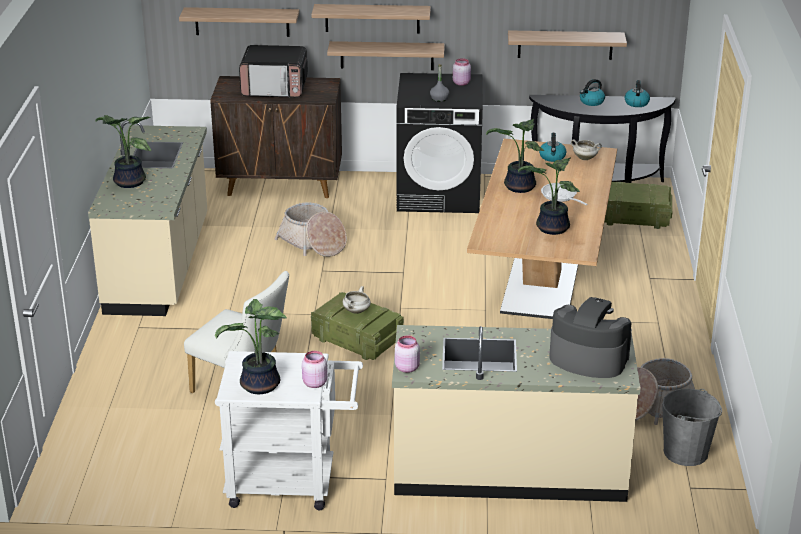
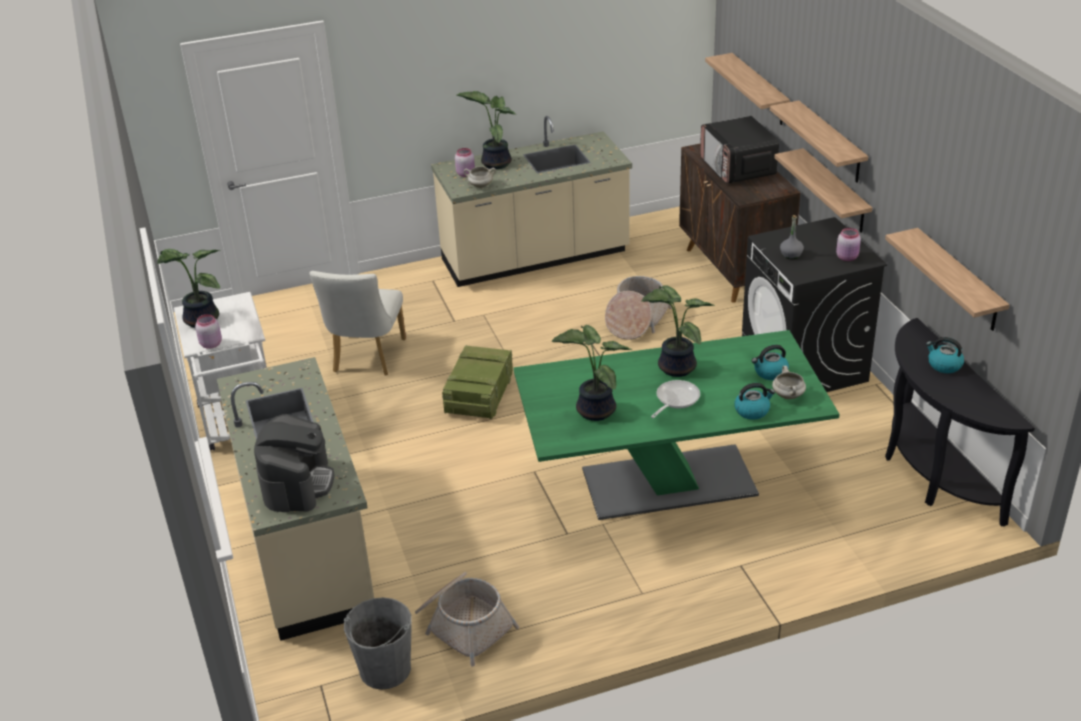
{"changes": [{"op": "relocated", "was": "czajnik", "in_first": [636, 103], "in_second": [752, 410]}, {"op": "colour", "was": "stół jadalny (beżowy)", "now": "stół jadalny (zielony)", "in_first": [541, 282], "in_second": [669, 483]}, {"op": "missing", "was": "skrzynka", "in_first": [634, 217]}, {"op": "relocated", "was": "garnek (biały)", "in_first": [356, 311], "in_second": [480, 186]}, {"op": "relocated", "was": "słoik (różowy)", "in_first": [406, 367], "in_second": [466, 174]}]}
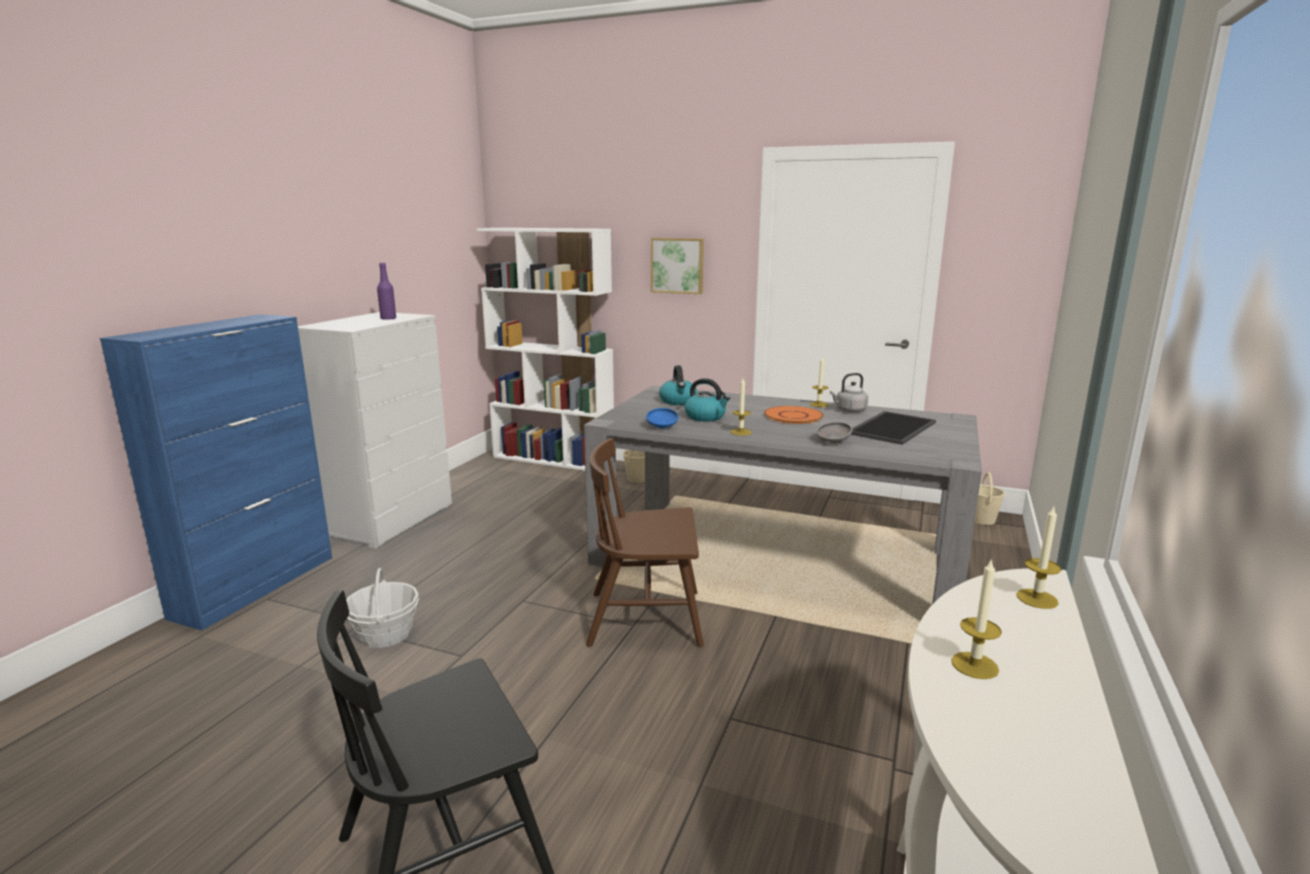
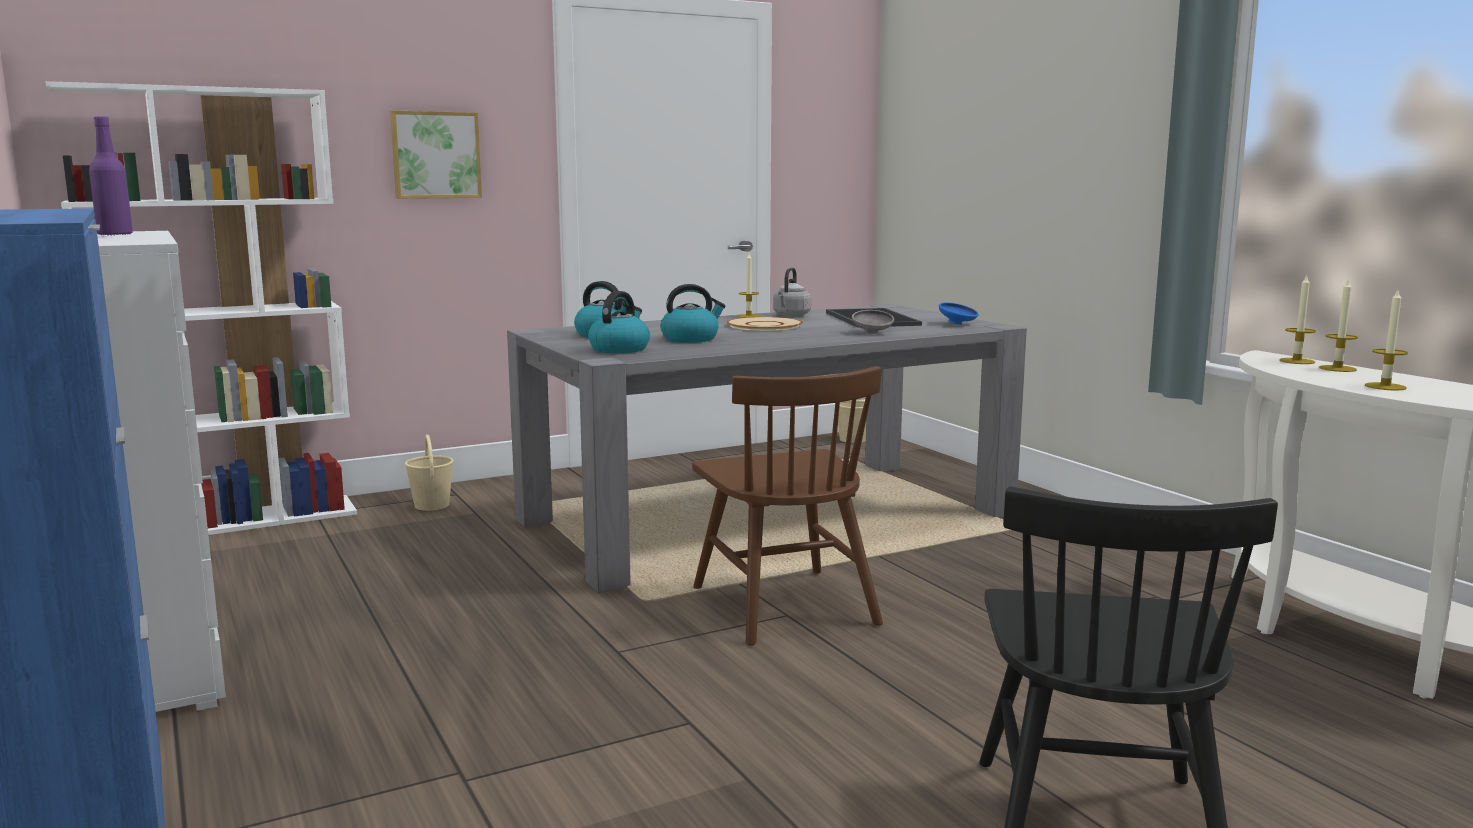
{"changes": [{"op": "relocated", "was": "świeca", "in_first": [741, 432], "in_second": [1337, 368]}, {"op": "colour", "was": "talerz (pomarańczowy)", "now": "talerz (beżowy)", "in_first": [793, 416], "in_second": [764, 325]}, {"op": "relocated", "was": "miska (niebieski)", "in_first": [662, 427], "in_second": [958, 324]}, {"op": "spun", "was": "krzesło (brązowy)", "in_first": [646, 618], "in_second": [784, 605], "clockwise": -60}, {"op": "missing", "was": "koszyk", "in_first": [385, 634]}, {"op": "appeared", "now": "czajnik", "in_second": [620, 349]}]}
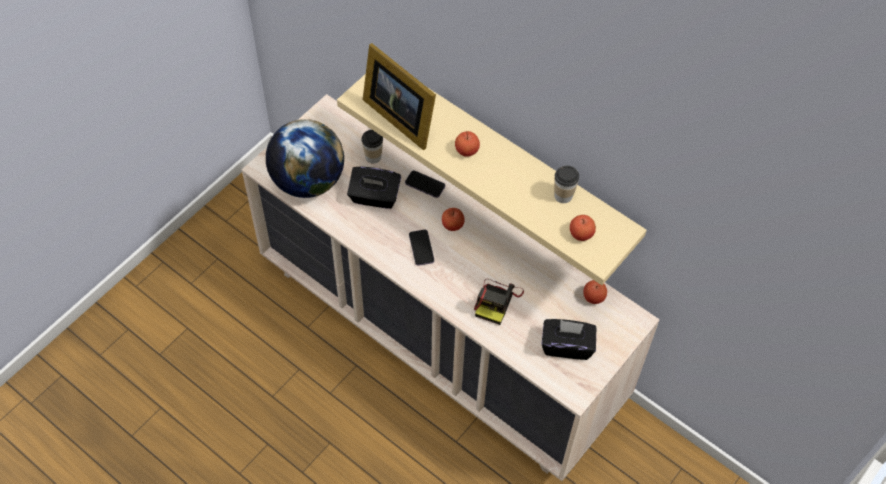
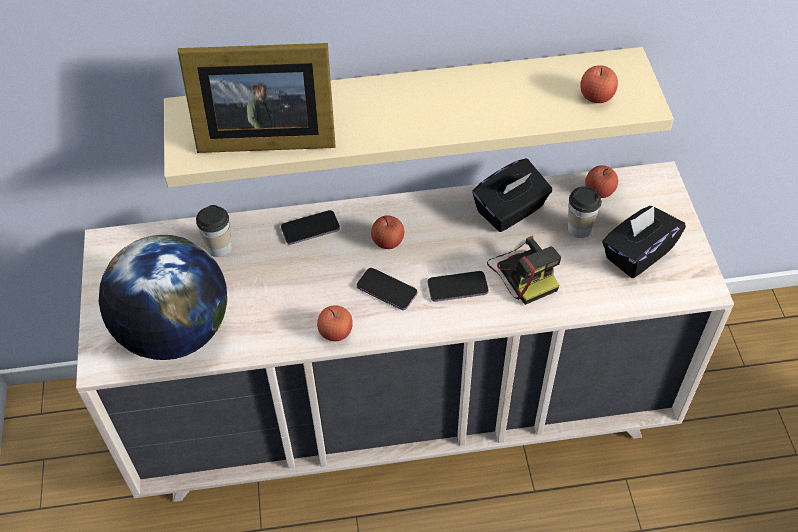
{"changes": [{"op": "relocated", "was": "jabłko", "in_first": [466, 150], "in_second": [336, 332]}, {"op": "relocated", "was": "filiżanka", "in_first": [563, 195], "in_second": [579, 228]}, {"op": "relocated", "was": "pudełko chusteczek (czarny)", "in_first": [374, 197], "in_second": [510, 211]}, {"op": "appeared", "now": "telefon", "in_second": [457, 287]}]}
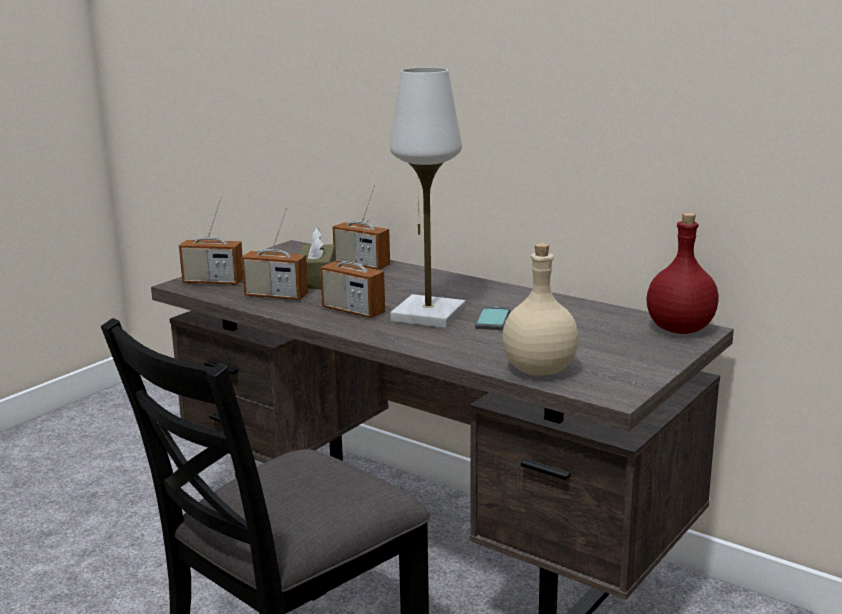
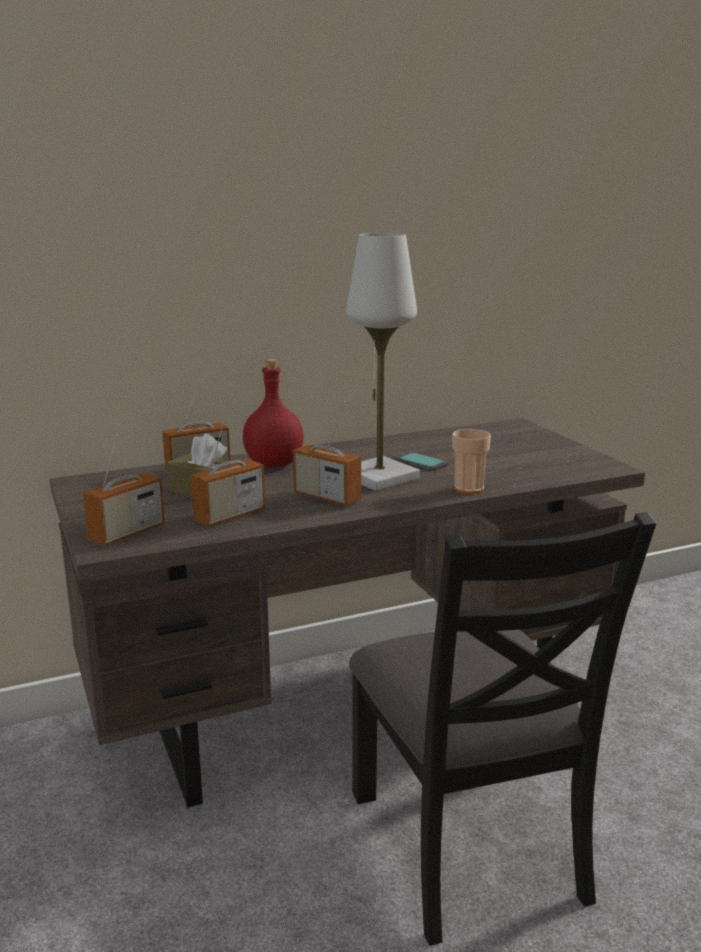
{"changes": [{"op": "relocated", "was": "butelka (czerwony)", "in_first": [680, 329], "in_second": [275, 464]}, {"op": "spun", "was": "radio", "in_first": [353, 311], "in_second": [327, 497], "clockwise": 60}, {"op": "missing", "was": "butelka (beżowy)", "in_first": [538, 370]}, {"op": "appeared", "now": "filiżanka", "in_second": [468, 488]}]}
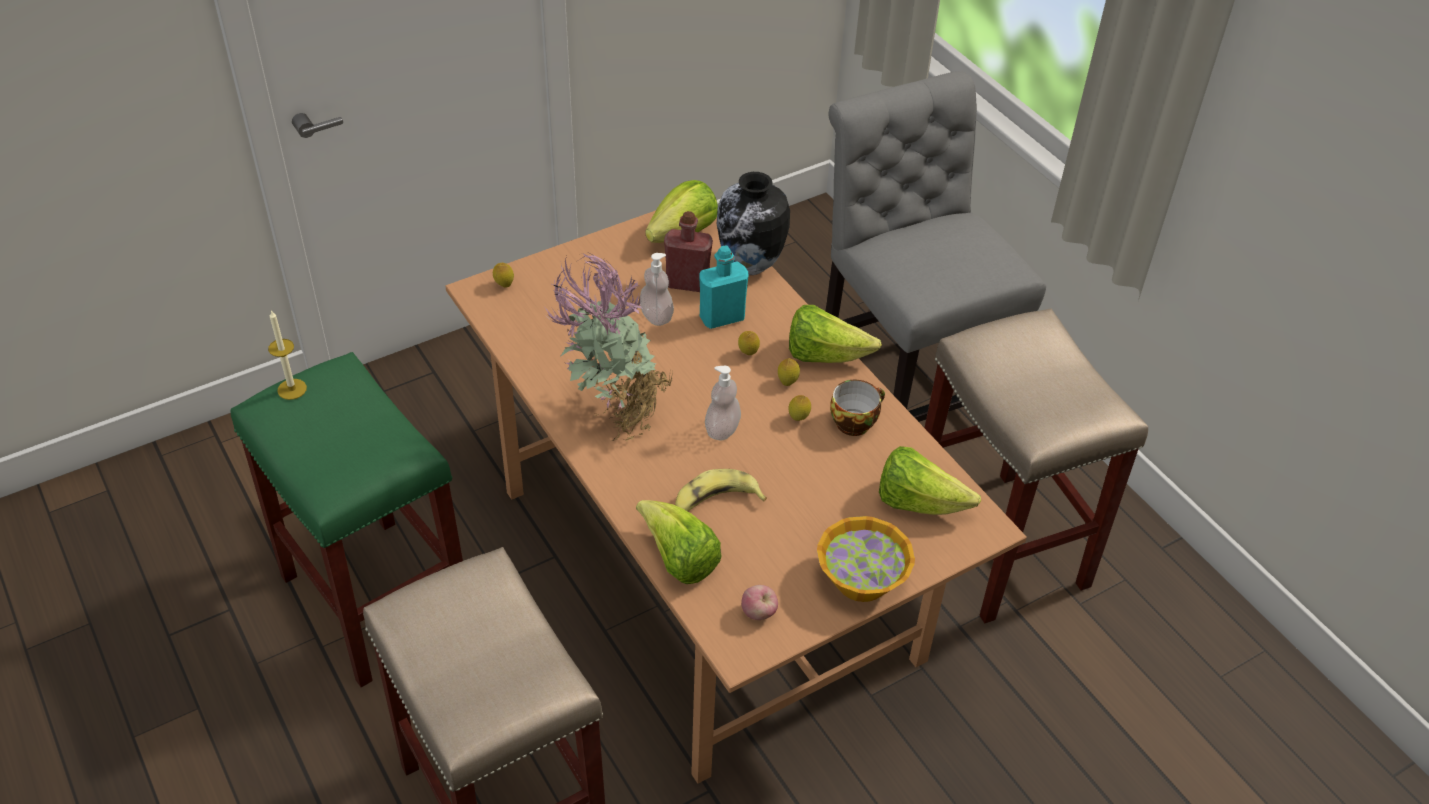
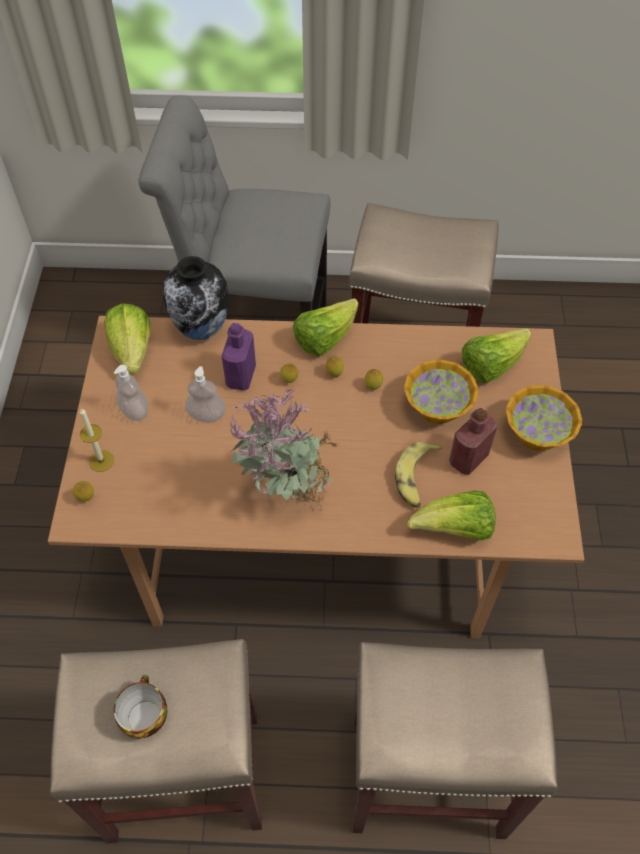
{"changes": [{"op": "relocated", "was": "butelka (czerwony)", "in_first": [687, 283], "in_second": [468, 458]}, {"op": "colour", "was": "butelka (turkusowy)", "now": "butelka (fioletowy)", "in_first": [722, 318], "in_second": [241, 376]}, {"op": "relocated", "was": "świeca", "in_first": [292, 389], "in_second": [101, 461]}, {"op": "colour", "was": "stołek (zielony)", "now": "stołek (beżowy)", "in_first": [374, 598], "in_second": [183, 777]}, {"op": "relocated", "was": "dozownik mydła", "in_first": [722, 429], "in_second": [134, 410]}, {"op": "relocated", "was": "filiżanka", "in_first": [854, 421], "in_second": [144, 715]}, {"op": "missing", "was": "jabłko", "in_first": [758, 613]}, {"op": "appeared", "now": "miska", "in_second": [437, 407]}]}
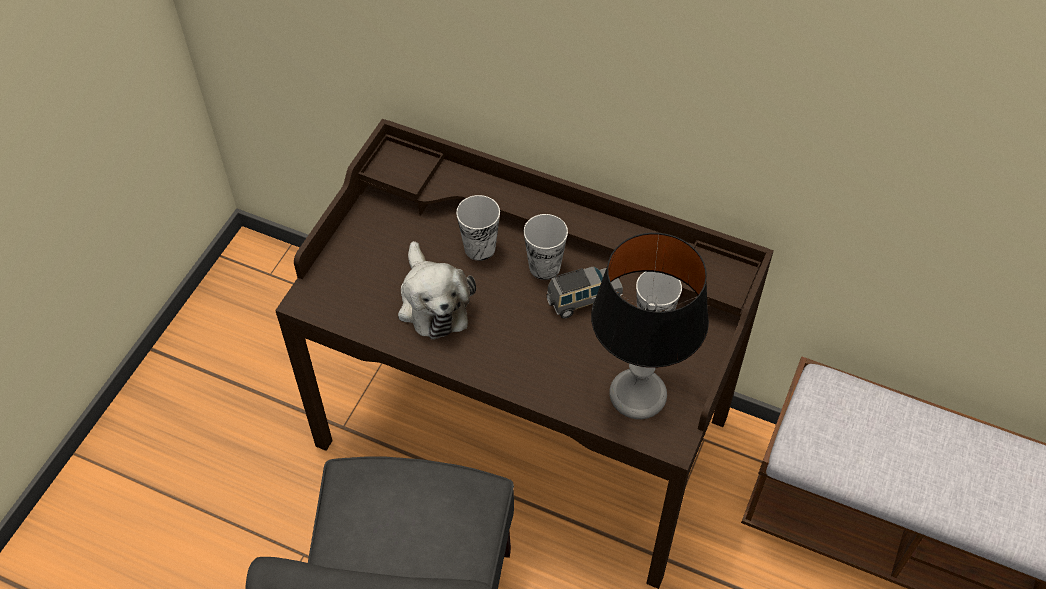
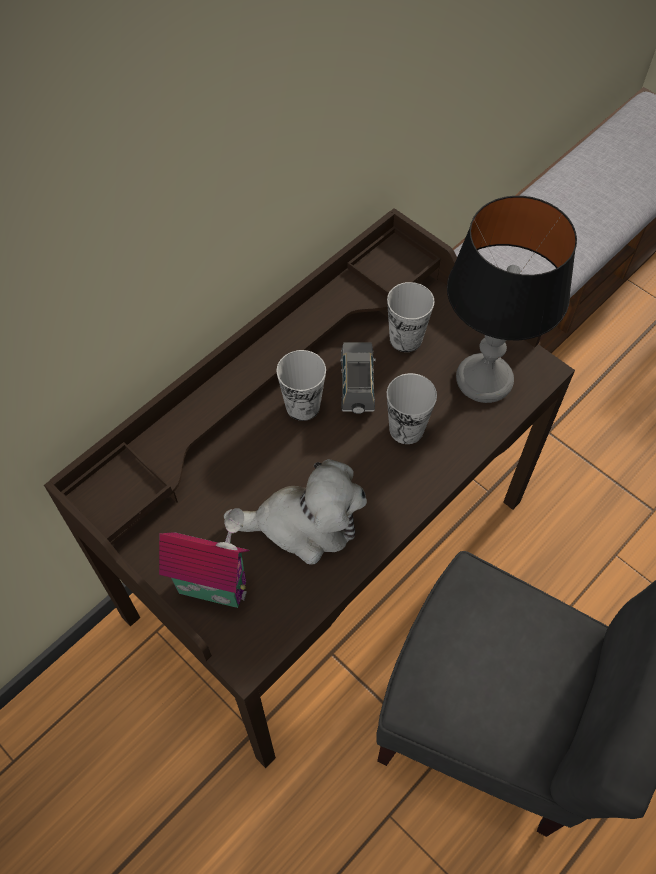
{"changes": [{"op": "relocated", "was": "filiżanka", "in_first": [479, 248], "in_second": [406, 429]}, {"op": "appeared", "now": "domek", "in_second": [214, 584]}]}
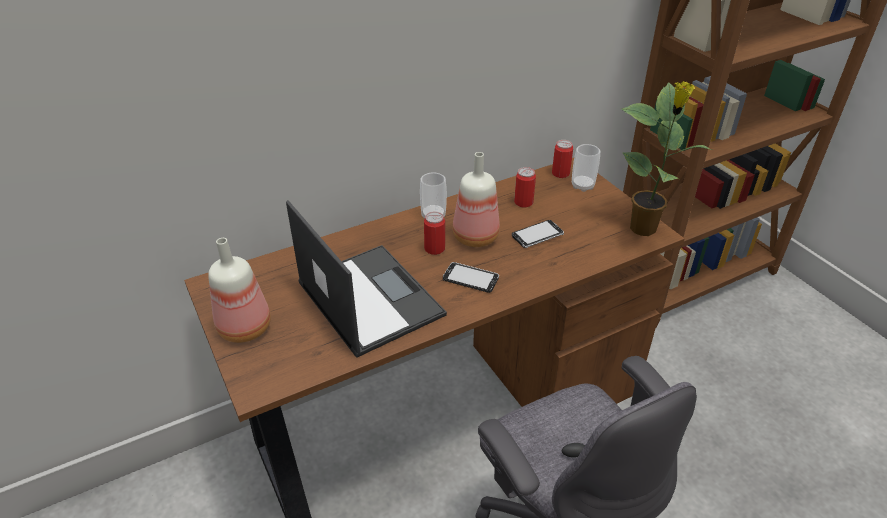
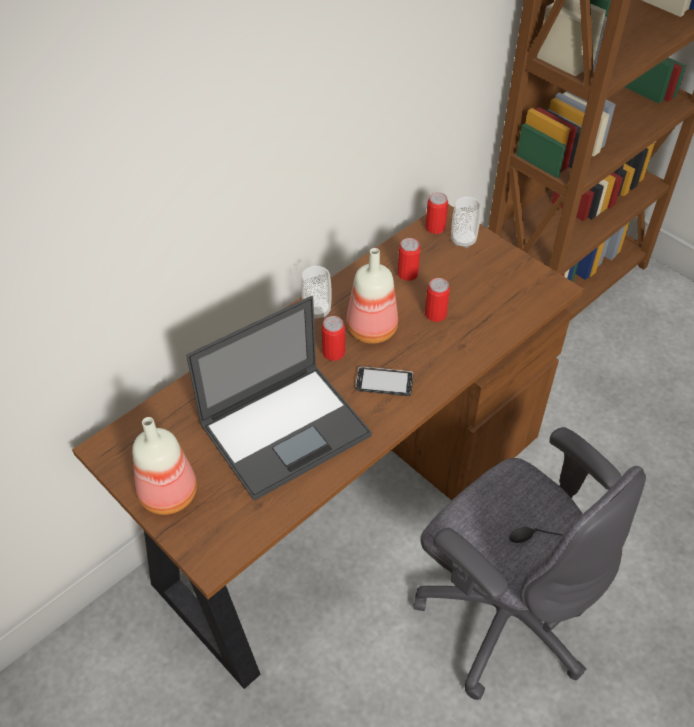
{"changes": [{"op": "missing", "was": "roślina doniczkowa", "in_first": [644, 229]}, {"op": "spun", "was": "laptop", "in_first": [369, 298], "in_second": [286, 428], "clockwise": 105}, {"op": "exchanged", "was": "telefon", "now": "puszka", "in_first": [537, 235], "in_second": [435, 314]}]}
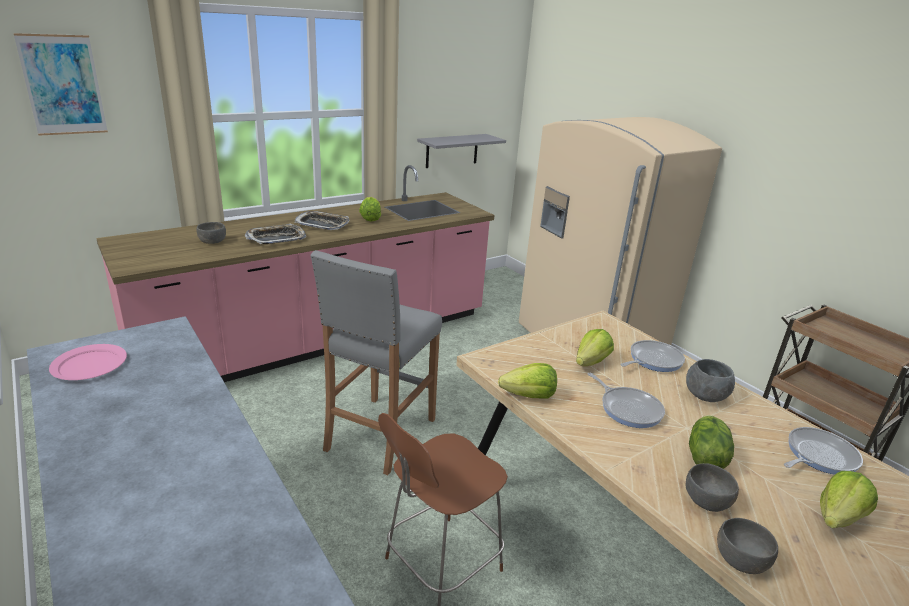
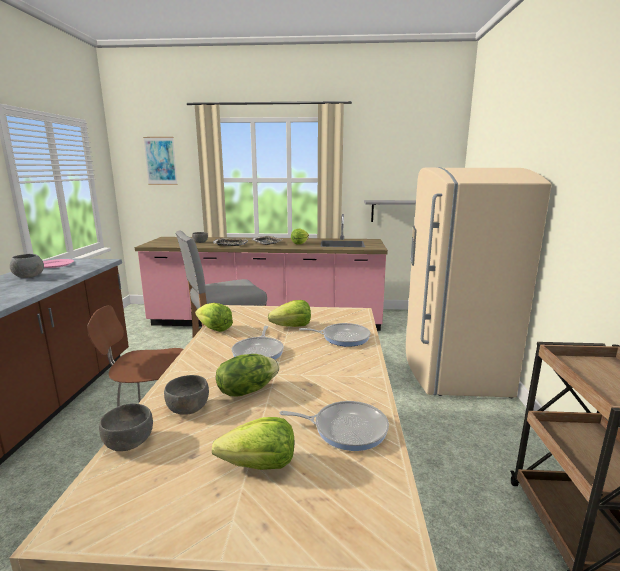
{"changes": [{"op": "relocated", "was": "miska (szary)", "in_first": [705, 396], "in_second": [29, 277]}]}
